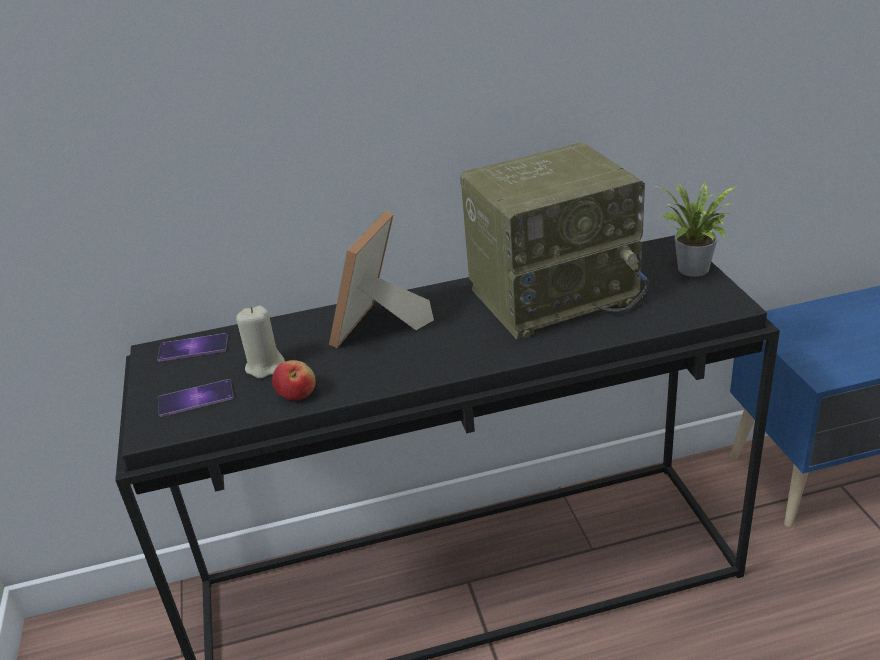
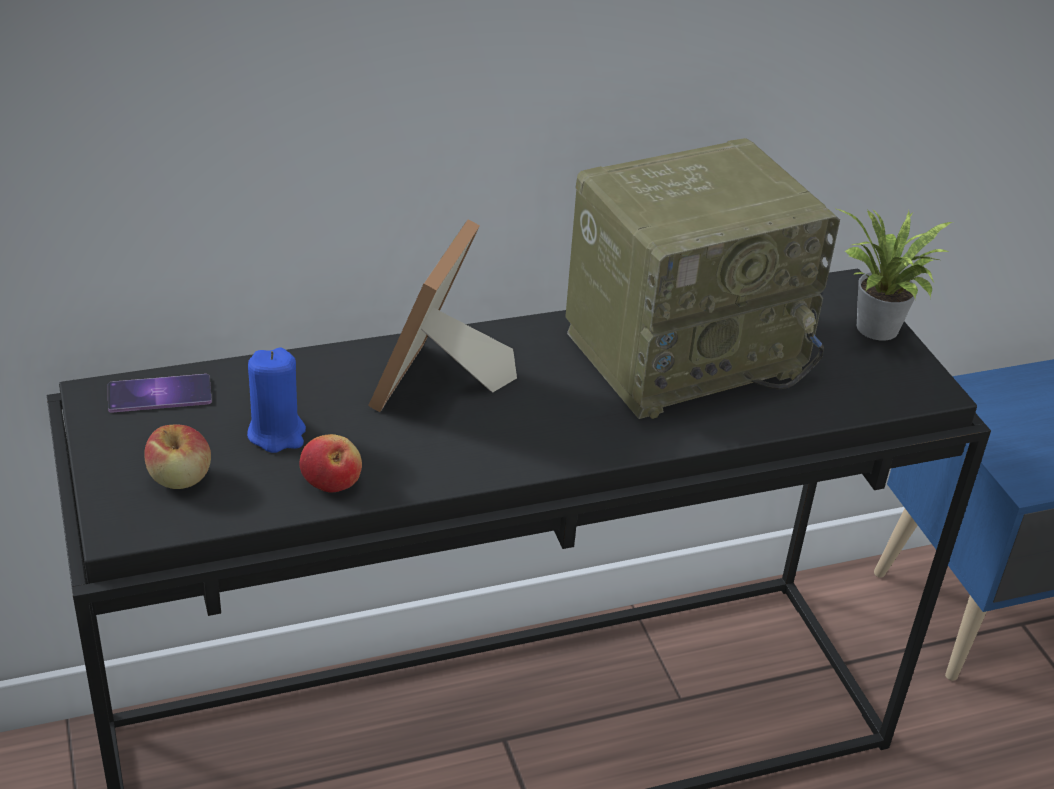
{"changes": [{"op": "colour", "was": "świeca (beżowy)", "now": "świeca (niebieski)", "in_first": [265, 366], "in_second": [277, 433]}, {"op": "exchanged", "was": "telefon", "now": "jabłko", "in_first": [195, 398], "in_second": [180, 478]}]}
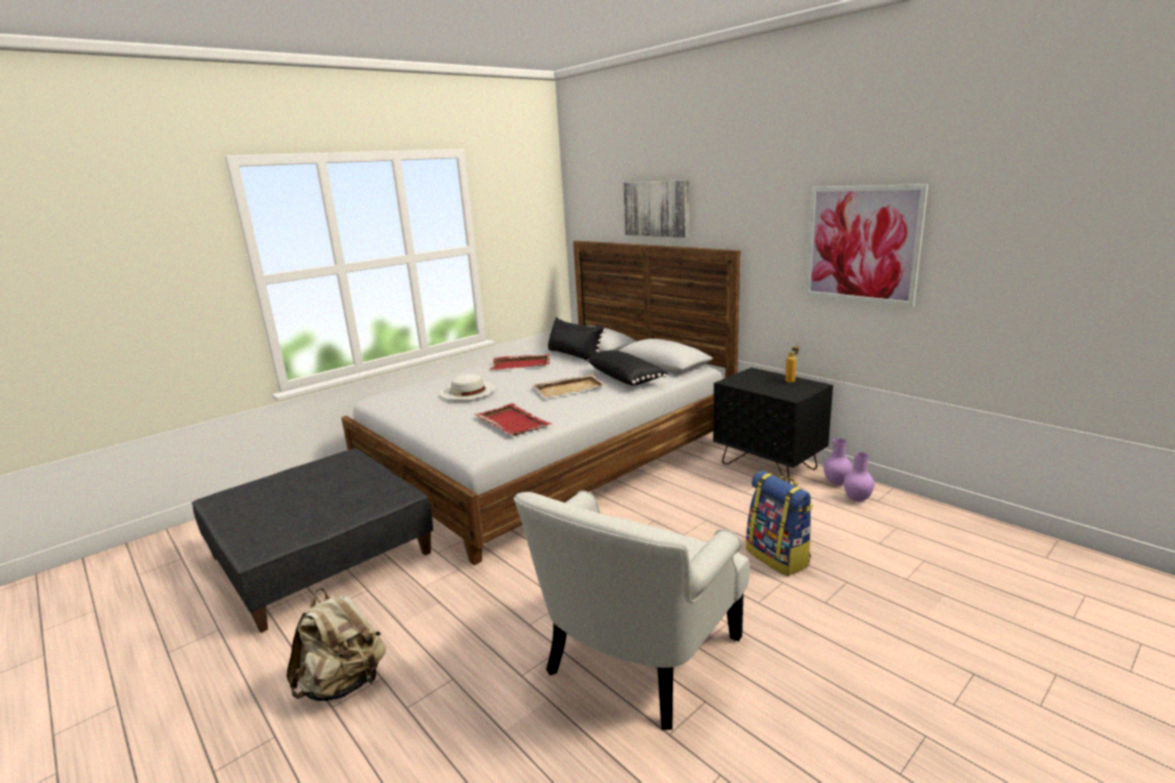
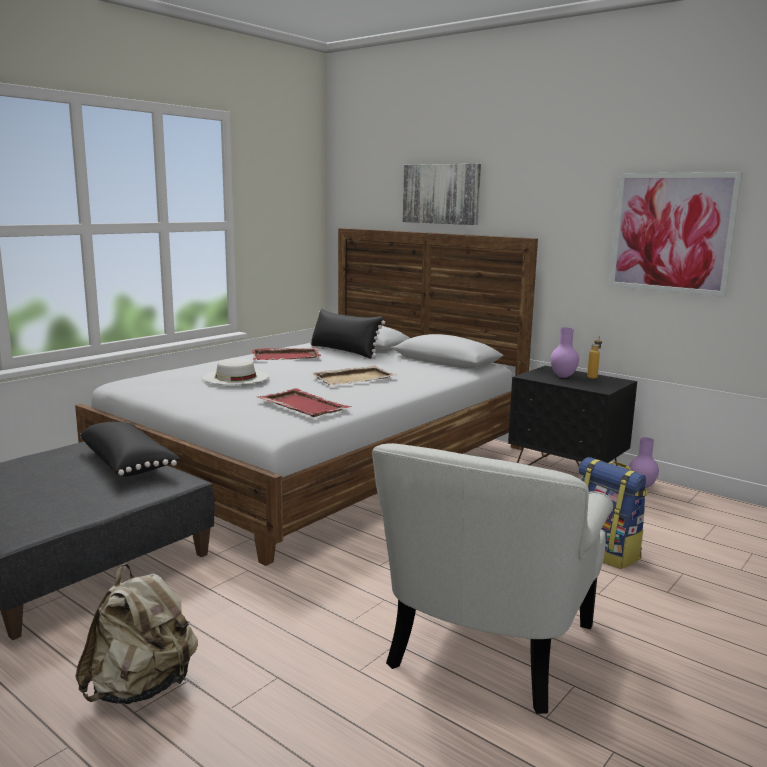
{"changes": [{"op": "relocated", "was": "poduszka (czarny)", "in_first": [626, 378], "in_second": [128, 463]}, {"op": "relocated", "was": "wazon (fioletowy)", "in_first": [858, 499], "in_second": [563, 376]}]}
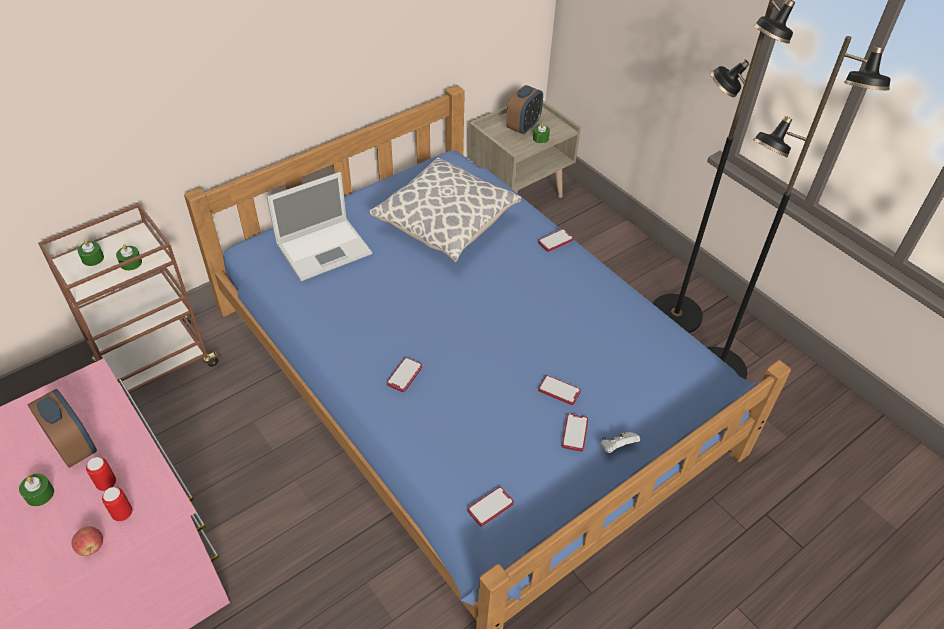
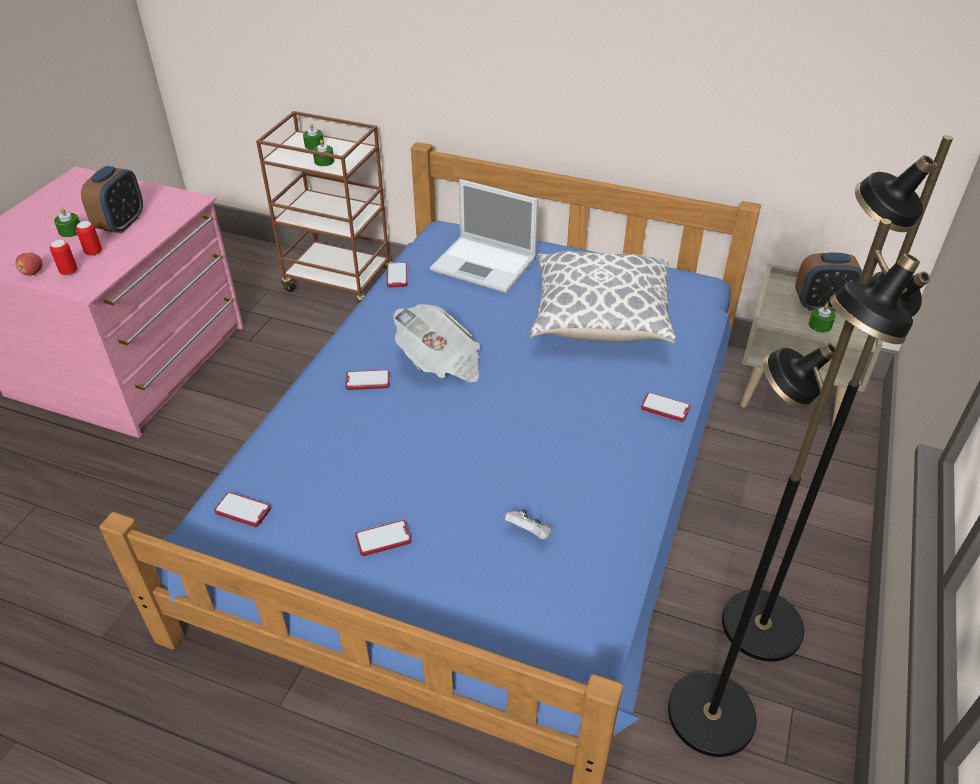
{"changes": [{"op": "relocated", "was": "telefon", "in_first": [559, 391], "in_second": [397, 276]}, {"op": "relocated", "was": "pad do gier (biały)", "in_first": [616, 448], "in_second": [529, 533]}, {"op": "appeared", "now": "gazeta", "in_second": [440, 362]}]}
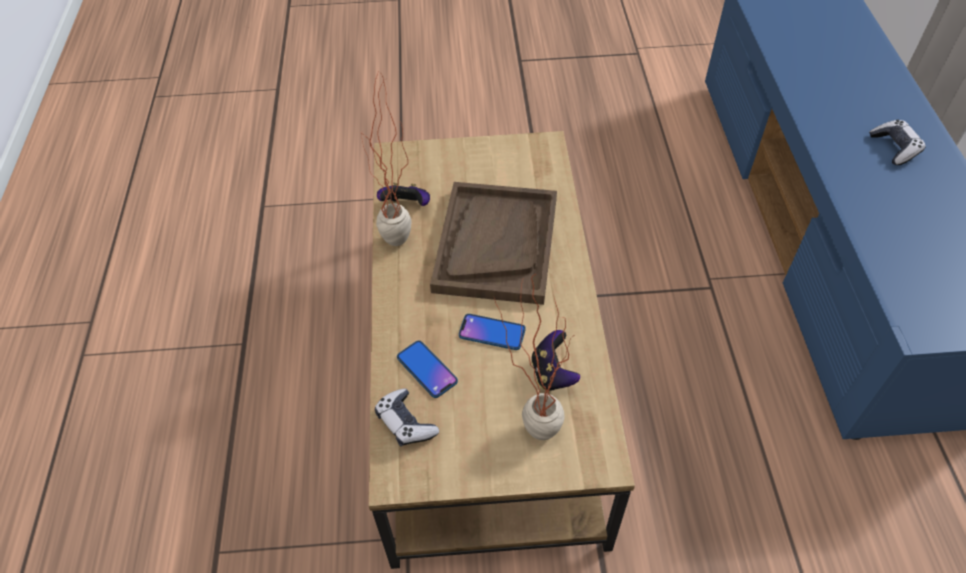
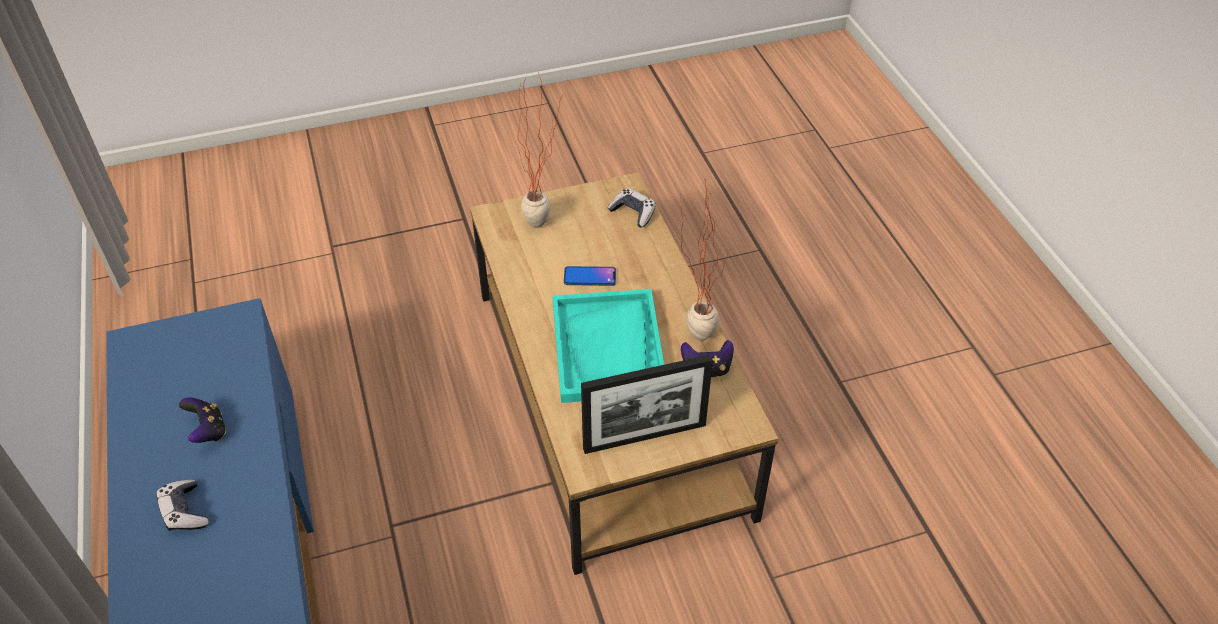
{"changes": [{"op": "colour", "was": "taca (brązowy)", "now": "taca (turkusowy)", "in_first": [496, 244], "in_second": [608, 348]}, {"op": "relocated", "was": "pad do gier", "in_first": [552, 373], "in_second": [208, 431]}, {"op": "missing", "was": "telefon", "in_first": [427, 369]}, {"op": "appeared", "now": "ramka na zdjęcie", "in_second": [644, 437]}]}
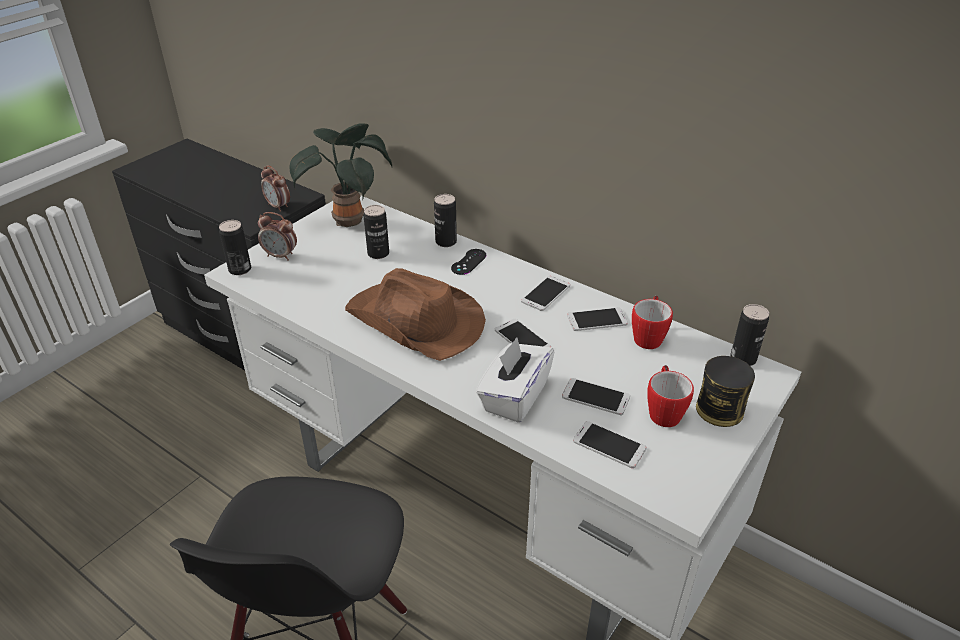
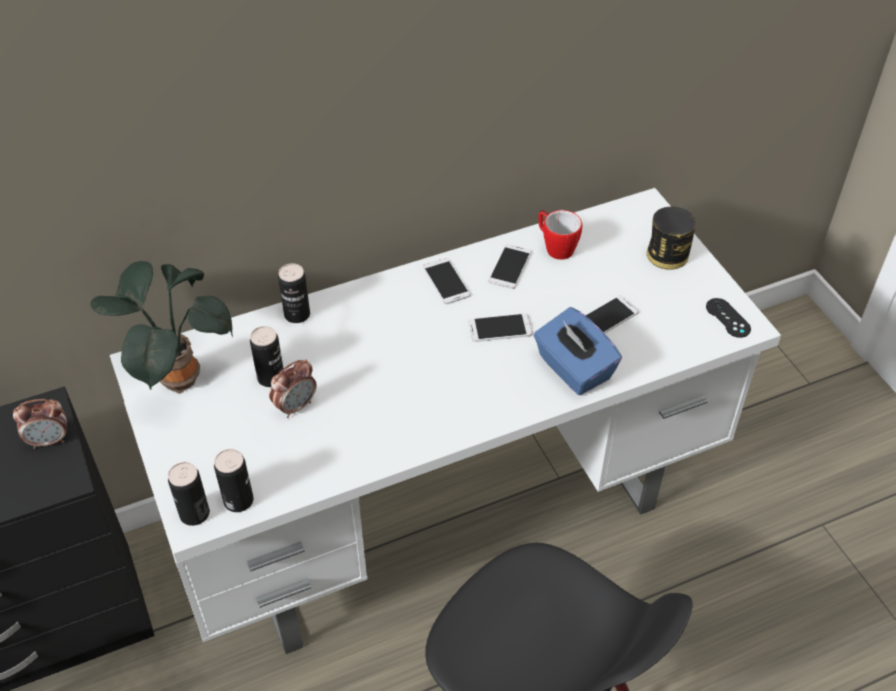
{"changes": [{"op": "relocated", "was": "budzik", "in_first": [281, 256], "in_second": [295, 406]}, {"op": "relocated", "was": "pad do gier (czarny)", "in_first": [468, 262], "in_second": [728, 318]}, {"op": "missing", "was": "kapelusz (brązowy)", "in_first": [415, 322]}, {"op": "relocated", "was": "puszka", "in_first": [743, 358], "in_second": [238, 500]}, {"op": "colour", "was": "pudełko chusteczek (biały)", "now": "pudełko chusteczek (niebieski)", "in_first": [514, 397], "in_second": [573, 369]}, {"op": "missing", "was": "kubek", "in_first": [663, 411]}, {"op": "missing", "was": "telefon", "in_first": [609, 445]}]}
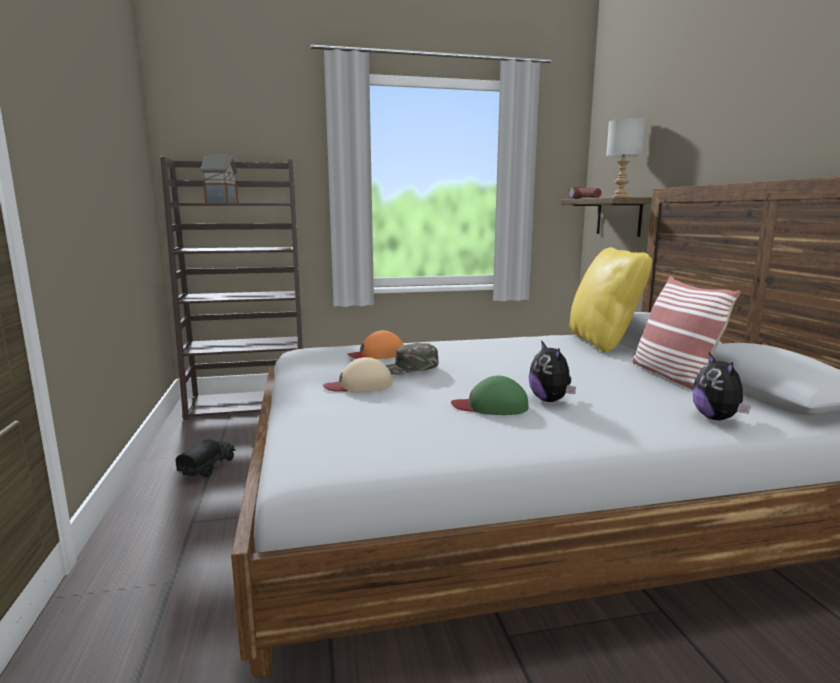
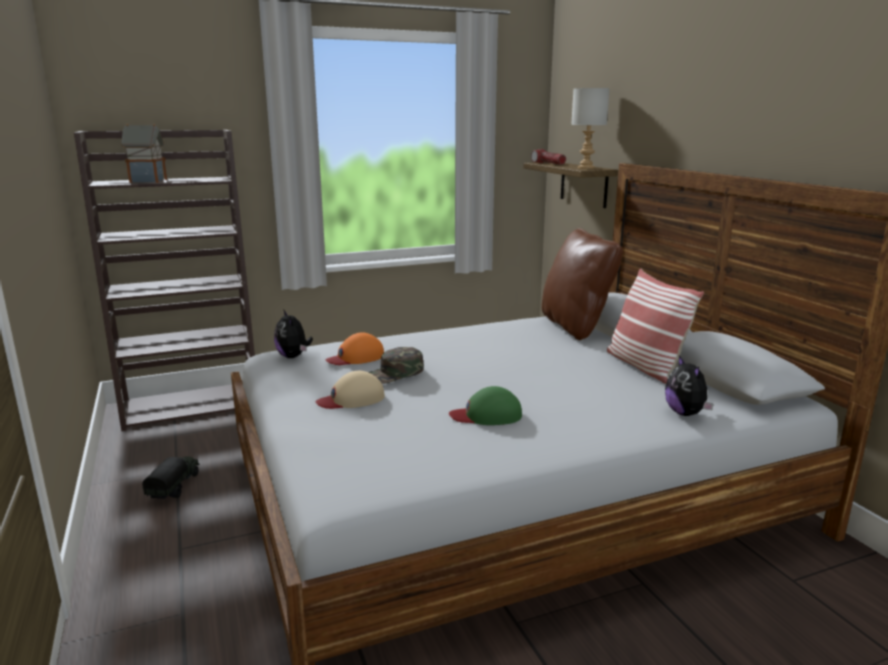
{"changes": [{"op": "colour", "was": "poduszka (żółty)", "now": "poduszka (brązowy)", "in_first": [603, 342], "in_second": [575, 326]}, {"op": "relocated", "was": "pluszak", "in_first": [550, 400], "in_second": [293, 356]}]}
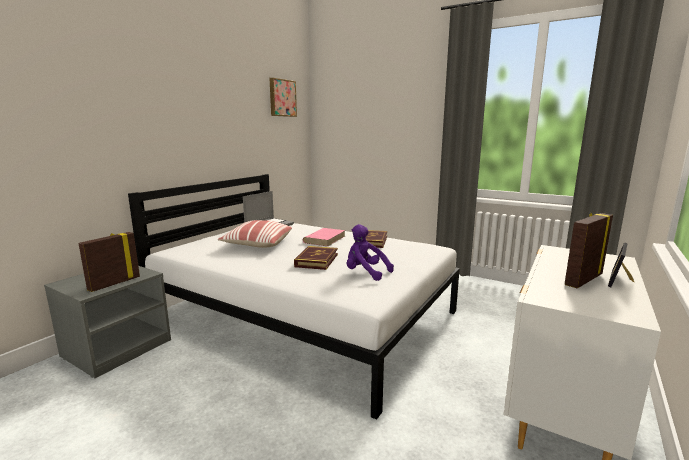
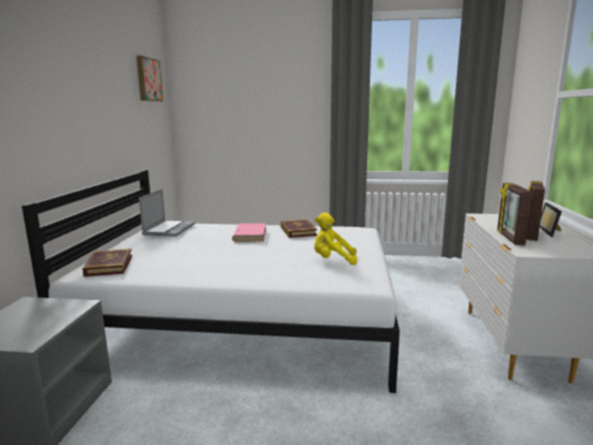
{"changes": [{"op": "missing", "was": "poduszka", "in_first": [257, 244]}, {"op": "colour", "was": "pluszak (fioletowy)", "now": "pluszak (żółty)", "in_first": [365, 273], "in_second": [332, 260]}, {"op": "relocated", "was": "ramka na zdjęcie", "in_first": [114, 283], "in_second": [509, 238]}, {"op": "relocated", "was": "książka", "in_first": [316, 260], "in_second": [109, 266]}]}
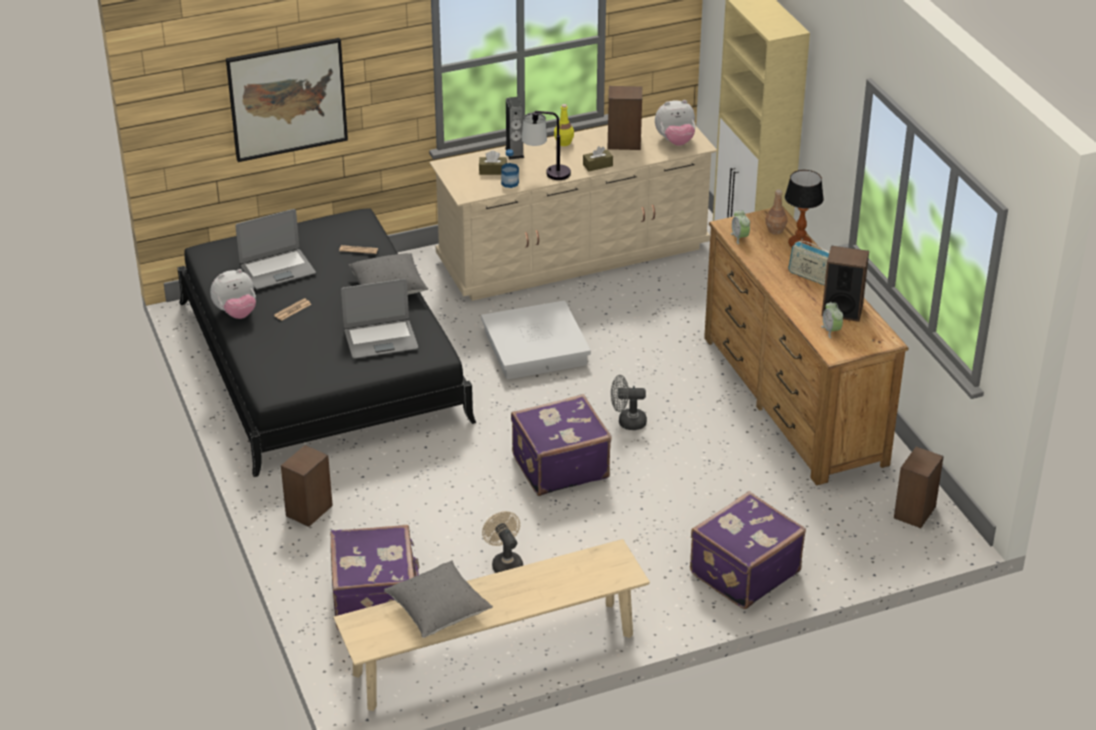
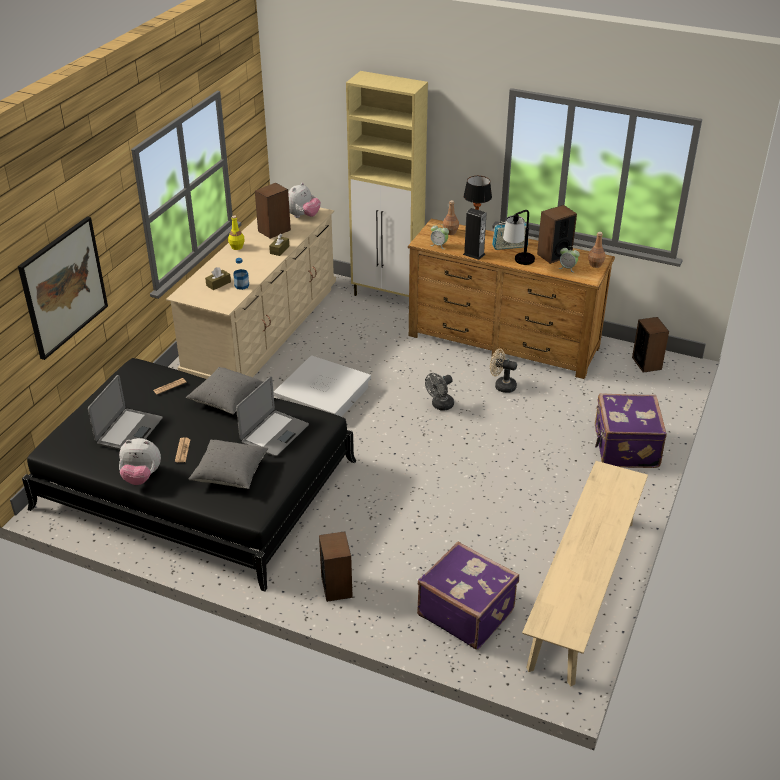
{"changes": [{"op": "relocated", "was": "głośnik", "in_first": [514, 152], "in_second": [474, 254]}, {"op": "relocated", "was": "lampa stołowa", "in_first": [546, 174], "in_second": [518, 263]}, {"op": "spun", "was": "pluszak", "in_first": [236, 313], "in_second": [141, 477], "clockwise": 75}, {"op": "missing", "was": "walizka (fioletowy)", "in_first": [559, 466]}, {"op": "relocated", "was": "wentylator (beżowy)", "in_first": [505, 563], "in_second": [501, 386]}, {"op": "relocated", "was": "poduszka (szary)", "in_first": [438, 611], "in_second": [230, 474]}, {"op": "appeared", "now": "butelka (brązowy)", "in_second": [595, 264]}]}
